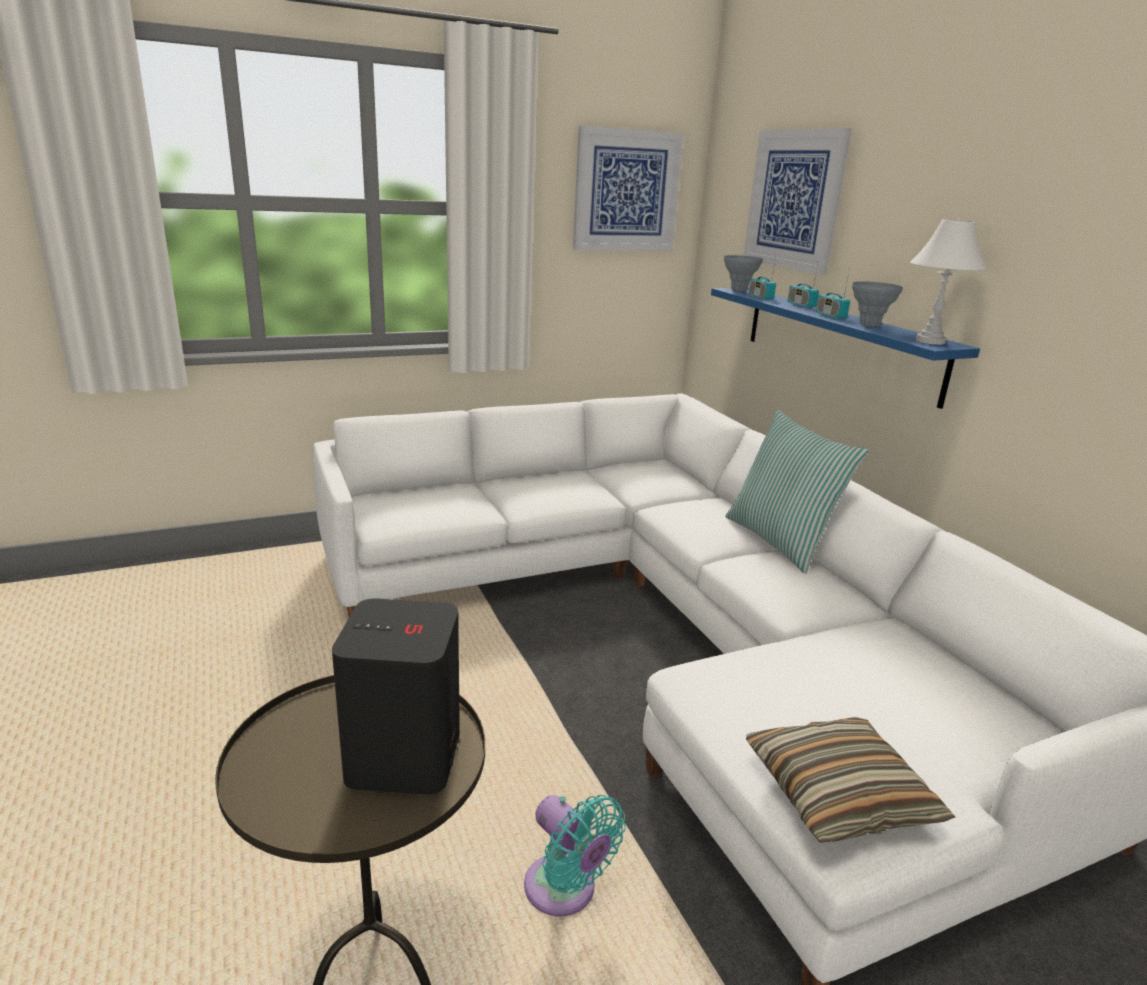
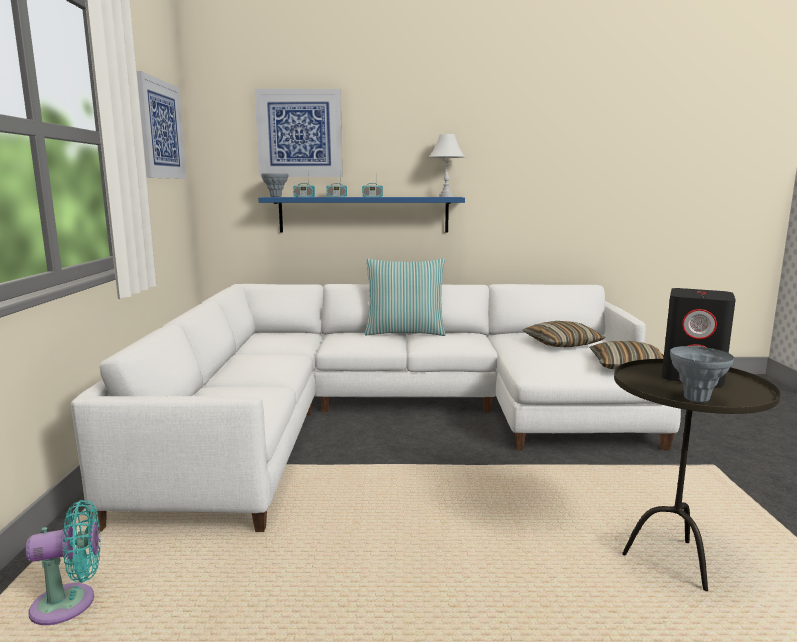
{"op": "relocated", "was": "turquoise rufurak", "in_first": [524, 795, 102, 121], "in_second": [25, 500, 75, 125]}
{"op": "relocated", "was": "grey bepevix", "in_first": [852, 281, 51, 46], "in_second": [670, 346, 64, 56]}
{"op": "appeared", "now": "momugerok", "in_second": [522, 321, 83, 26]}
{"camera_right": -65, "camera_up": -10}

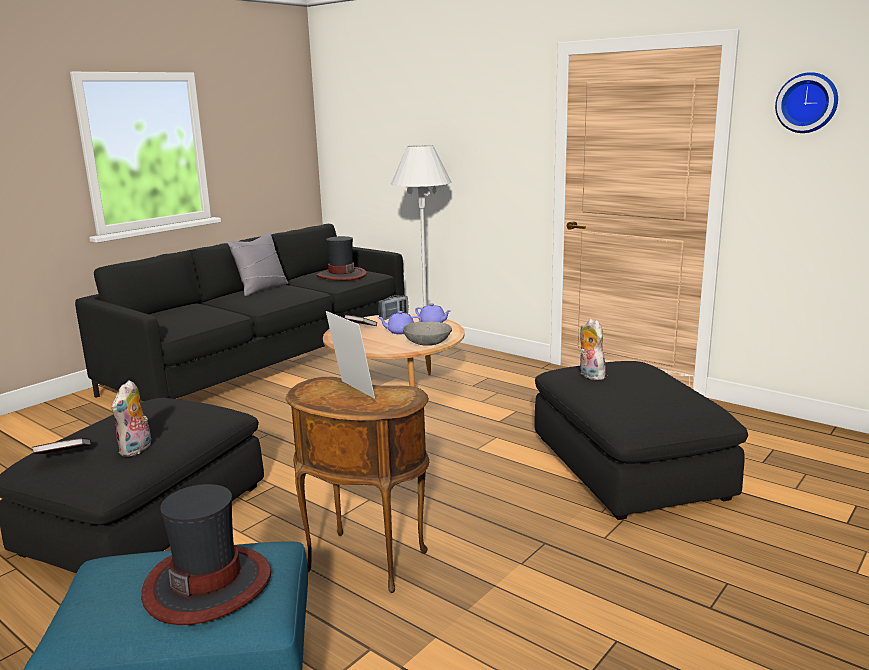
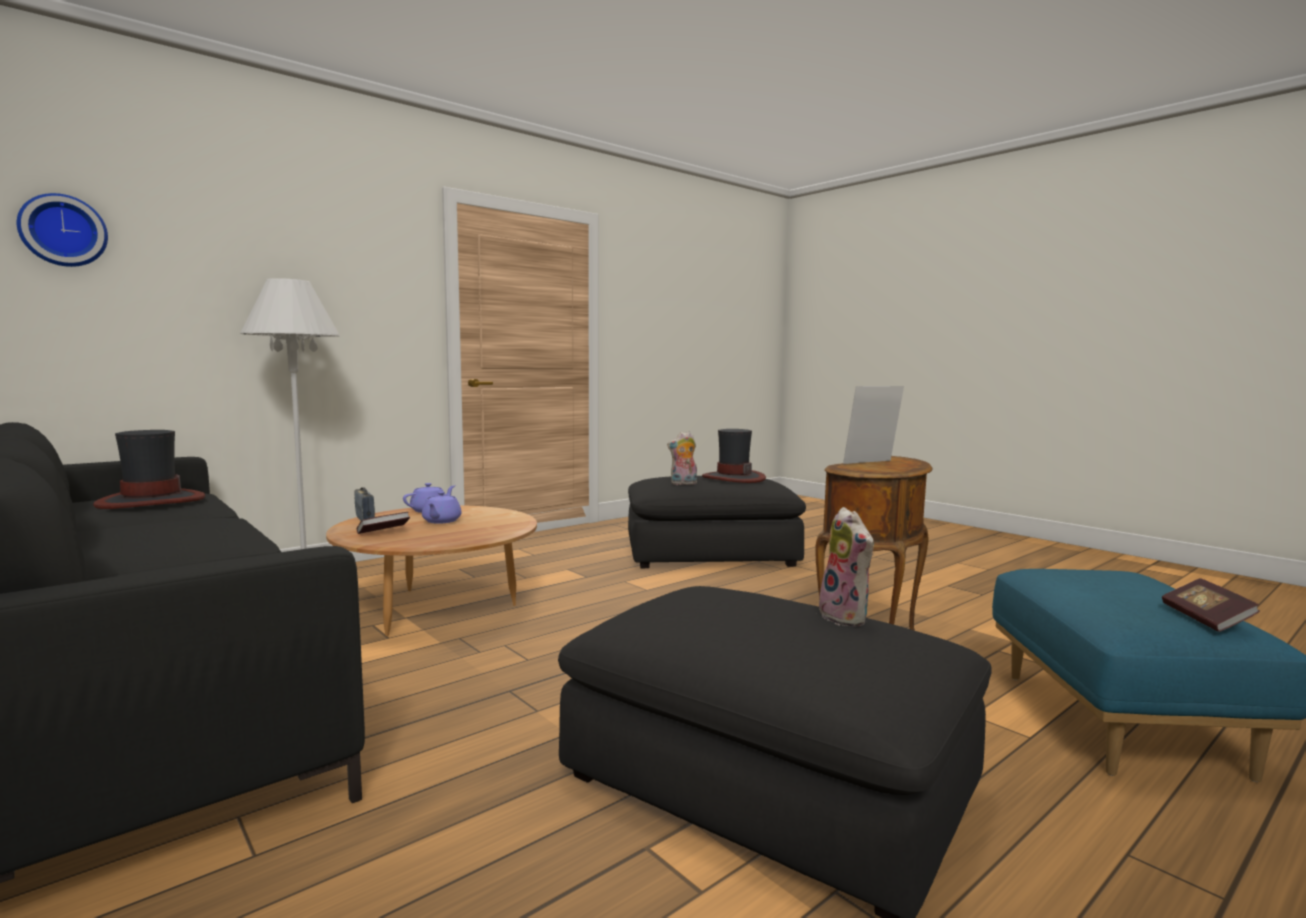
{"op": "relocated", "was": "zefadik", "in_first": [32, 438, 60, 16], "in_second": [1162, 578, 98, 54]}
{"op": "spun", "was": "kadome", "in_first": [111, 380, 40, 77], "in_second": [819, 507, 55, 120], "clockwise": 45}
{"op": "relocated", "was": "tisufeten", "in_first": [141, 484, 130, 141], "in_second": [702, 429, 64, 54]}
{"op": "missing", "was": "grey momugerok", "in_first": [227, 232, 61, 64]}
{"op": "missing", "was": "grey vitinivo", "in_first": [403, 321, 49, 25]}
{"op": "relocated", "was": "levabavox", "in_first": [775, 72, 63, 61], "in_second": [17, 193, 91, 74]}
{"camera_right": -80, "camera_up": -10}

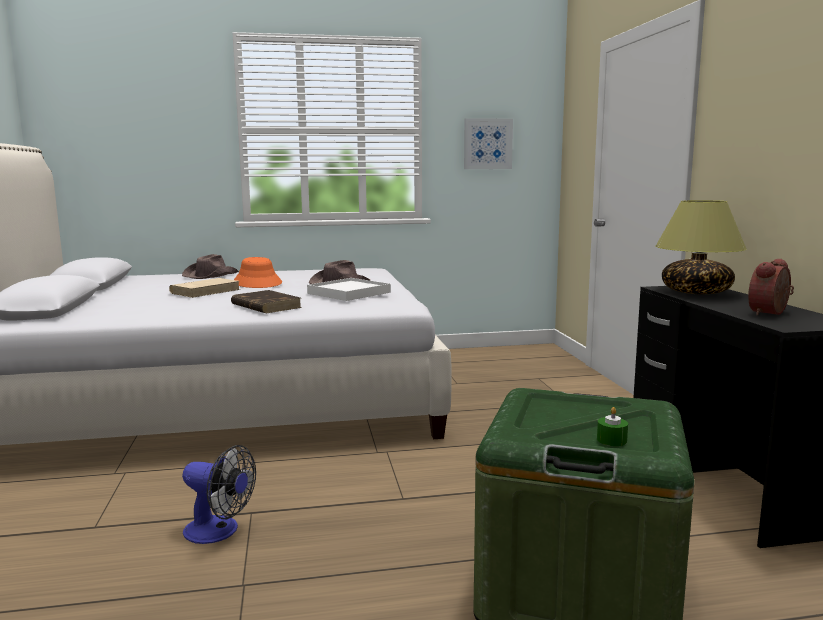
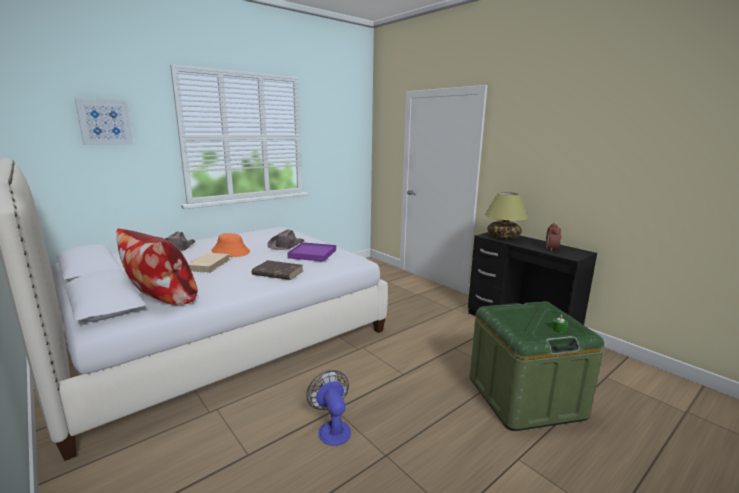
{"op": "spun", "was": "rufurak", "in_first": [182, 445, 74, 99], "in_second": [306, 370, 45, 76], "clockwise": -105}
{"op": "colour", "was": "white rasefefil", "now": "purple rasefefil", "in_first": [307, 278, 84, 23], "in_second": [287, 242, 49, 20]}
{"op": "relocated", "was": "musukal", "in_first": [464, 118, 49, 51], "in_second": [75, 98, 59, 47]}
{"op": "appeared", "now": "momugerok", "in_second": [116, 229, 82, 77]}
{"camera_right": -30, "camera_up": 5}

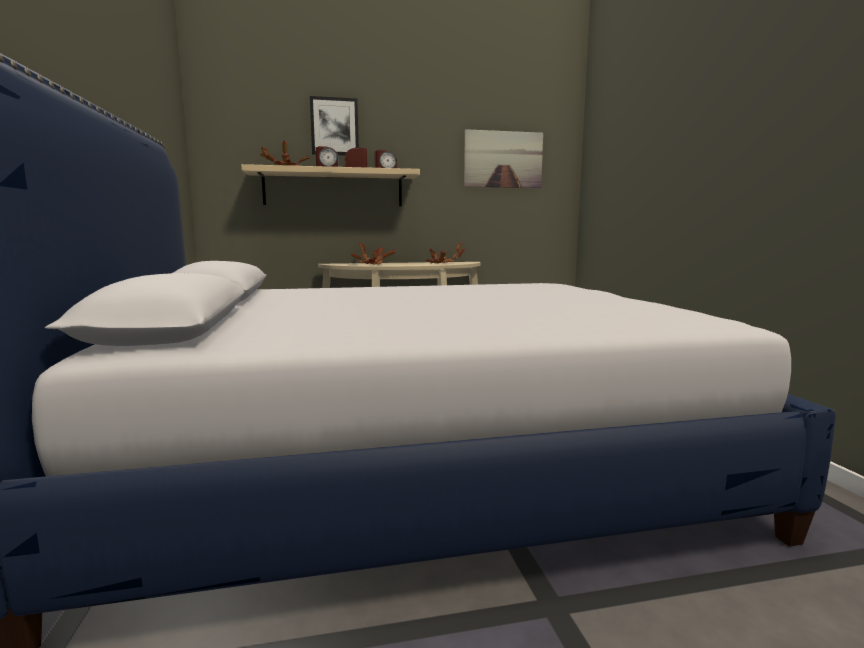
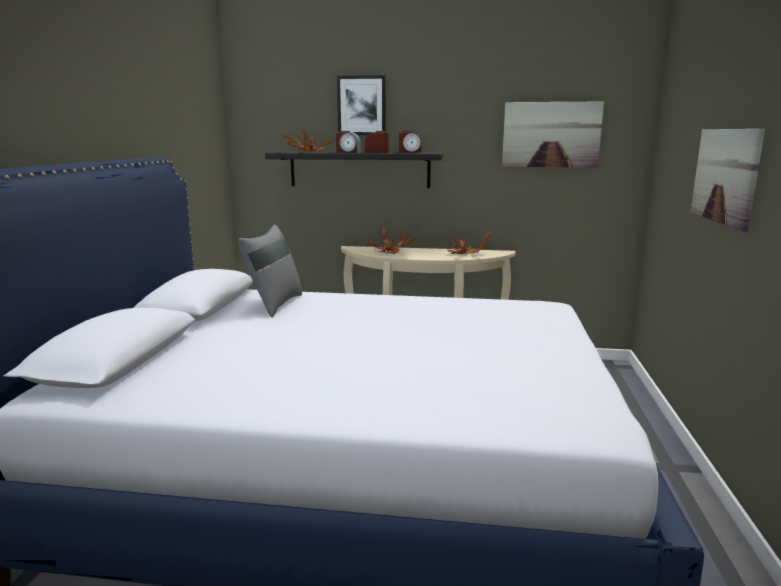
{"op": "colour", "was": "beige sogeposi", "now": "black sogeposi", "in_first": [241, 164, 179, 42], "in_second": [265, 151, 179, 37]}
{"op": "appeared", "now": "grey momugerok", "in_second": [238, 225, 64, 92]}
{"op": "appeared", "now": "musukal", "in_second": [691, 129, 74, 103]}
{"camera_right": 20, "camera_up": 5}

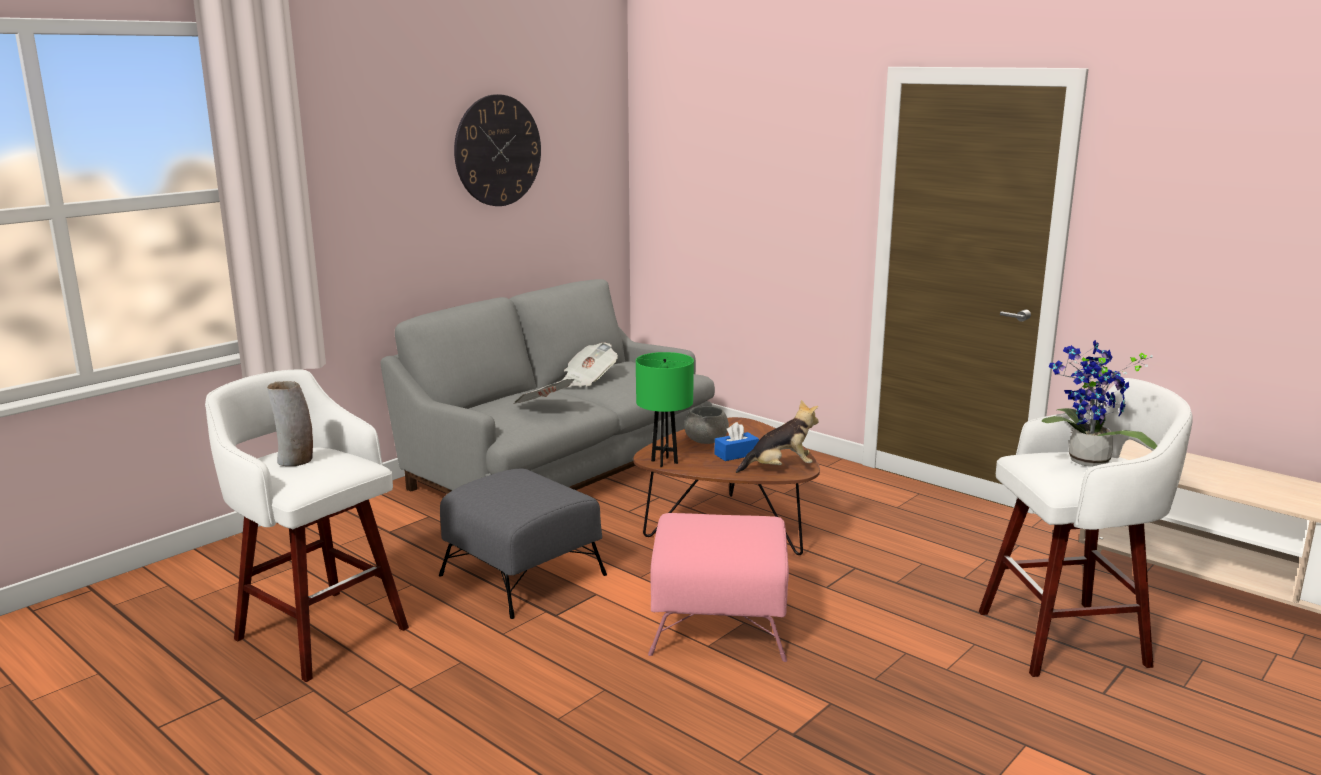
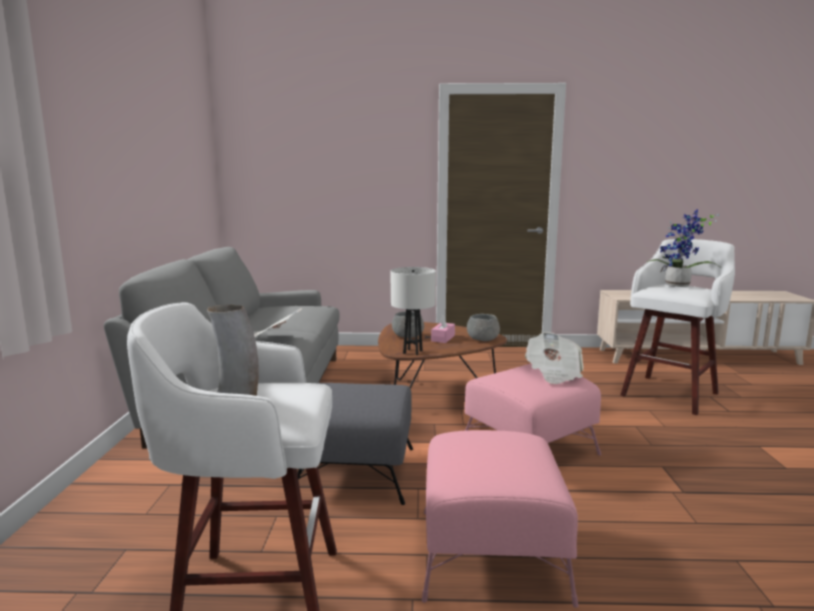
{"op": "missing", "was": "levabavox", "in_first": [454, 94, 87, 112]}
{"op": "relocated", "was": "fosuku", "in_first": [561, 343, 57, 44], "in_second": [525, 332, 58, 52]}
{"op": "colour", "was": "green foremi", "now": "white foremi", "in_first": [636, 352, 58, 115], "in_second": [390, 267, 46, 88]}
{"op": "colour", "was": "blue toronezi", "now": "pink toronezi", "in_first": [714, 422, 45, 39], "in_second": [431, 314, 24, 29]}
{"op": "exchanged", "was": "kadome", "now": "grey vitinivo", "in_first": [736, 400, 83, 73], "in_second": [467, 314, 33, 27]}
{"op": "appeared", "now": "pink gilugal", "in_second": [422, 430, 156, 178]}
{"camera_right": -40, "camera_up": -5}

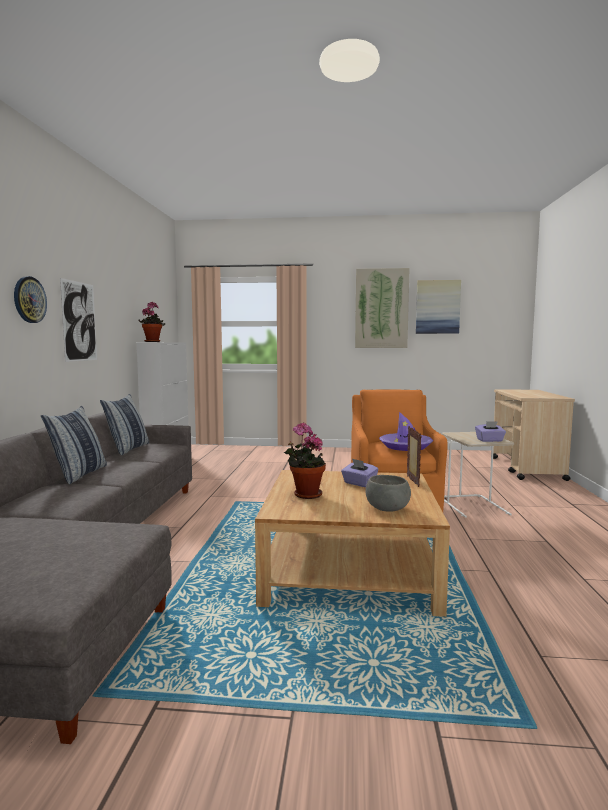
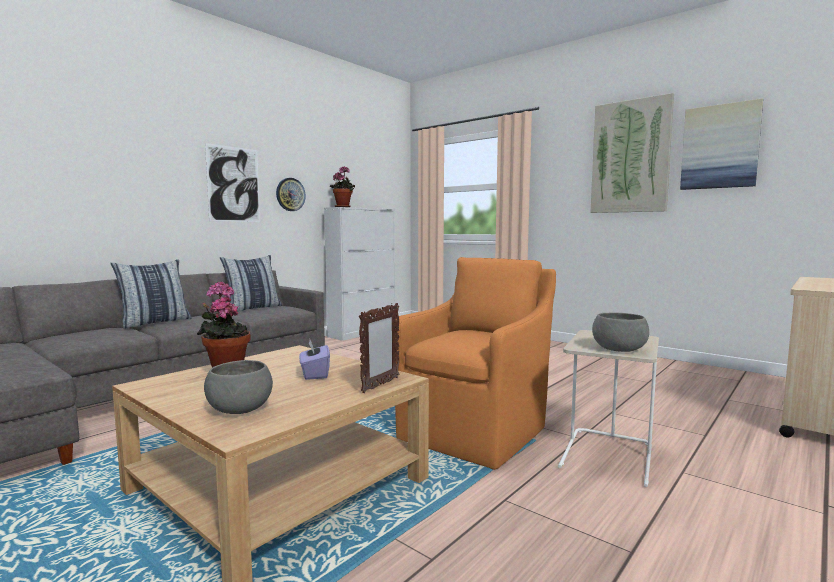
{"op": "relocated", "was": "levabavox", "in_first": [14, 276, 33, 47], "in_second": [276, 178, 30, 33]}
{"op": "missing", "was": "purple tisufeten", "in_first": [379, 412, 54, 39]}
{"op": "exchanged", "was": "purple toronezi", "now": "grey vitinivo", "in_first": [475, 421, 31, 21], "in_second": [592, 312, 57, 40]}
{"camera_right": 35, "camera_up": 0}

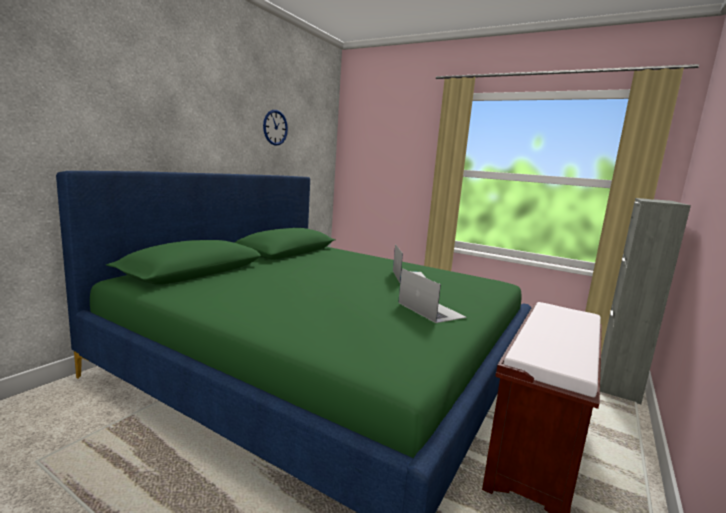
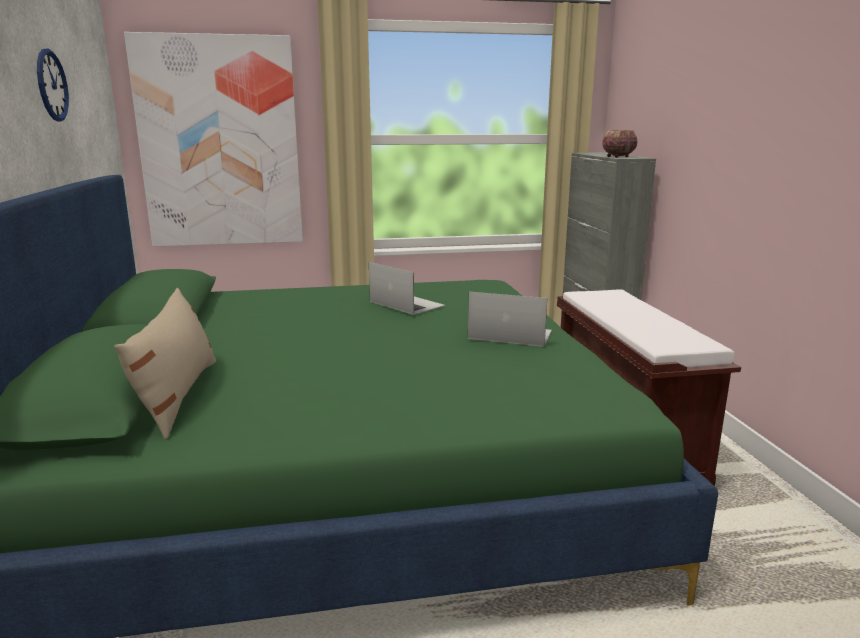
{"op": "appeared", "now": "beige momugerok", "in_second": [115, 288, 101, 151]}
{"op": "appeared", "now": "musukal", "in_second": [124, 32, 179, 215]}
{"op": "appeared", "now": "vitinivo", "in_second": [602, 130, 35, 28]}
{"camera_right": -40, "camera_up": 5}

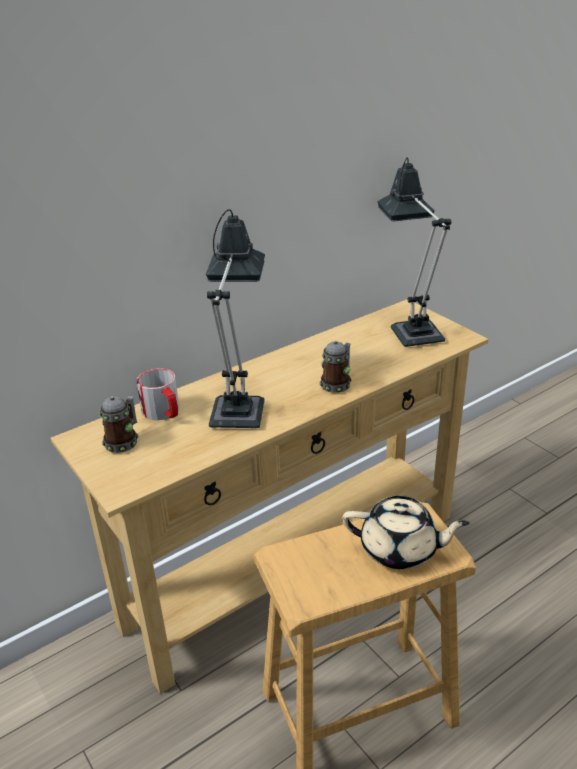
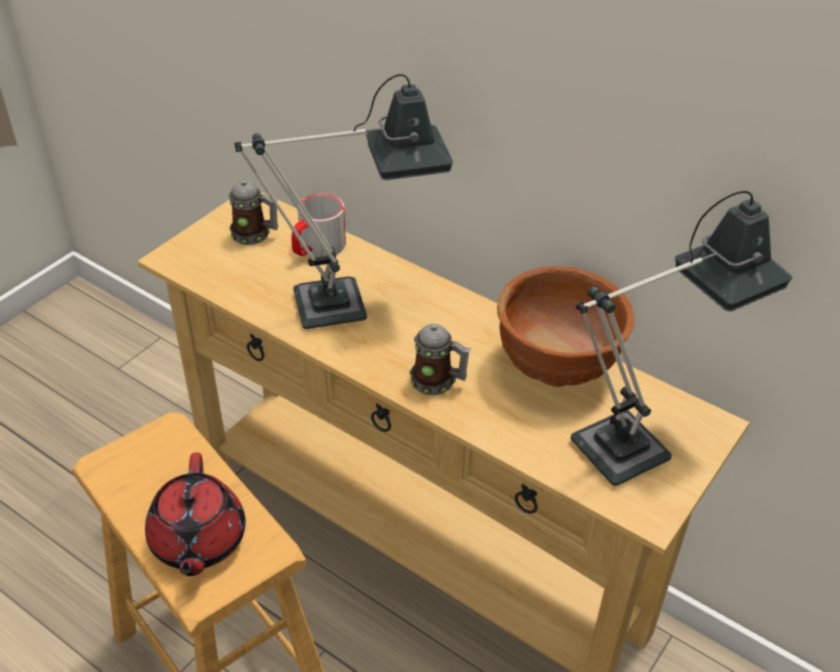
{"op": "colour", "was": "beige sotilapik", "now": "red sotilapik", "in_first": [343, 496, 127, 73], "in_second": [145, 452, 100, 124]}
{"op": "appeared", "now": "brown vitinivo", "in_second": [497, 266, 137, 121]}
{"camera_right": 70, "camera_up": 10}

